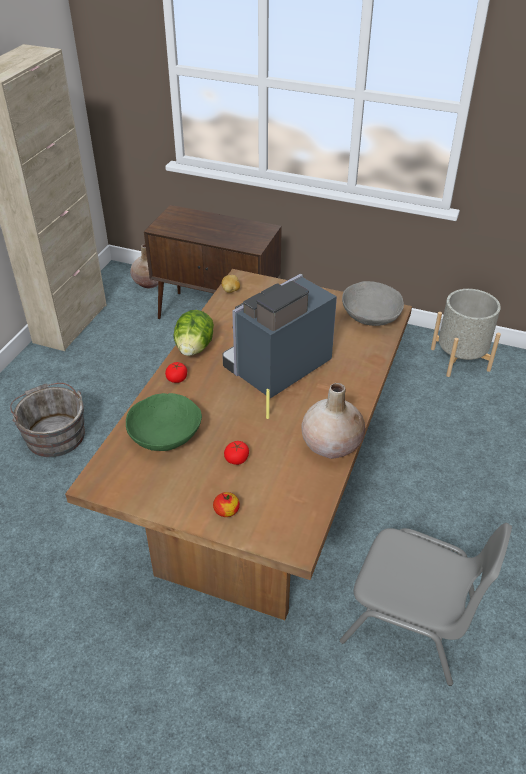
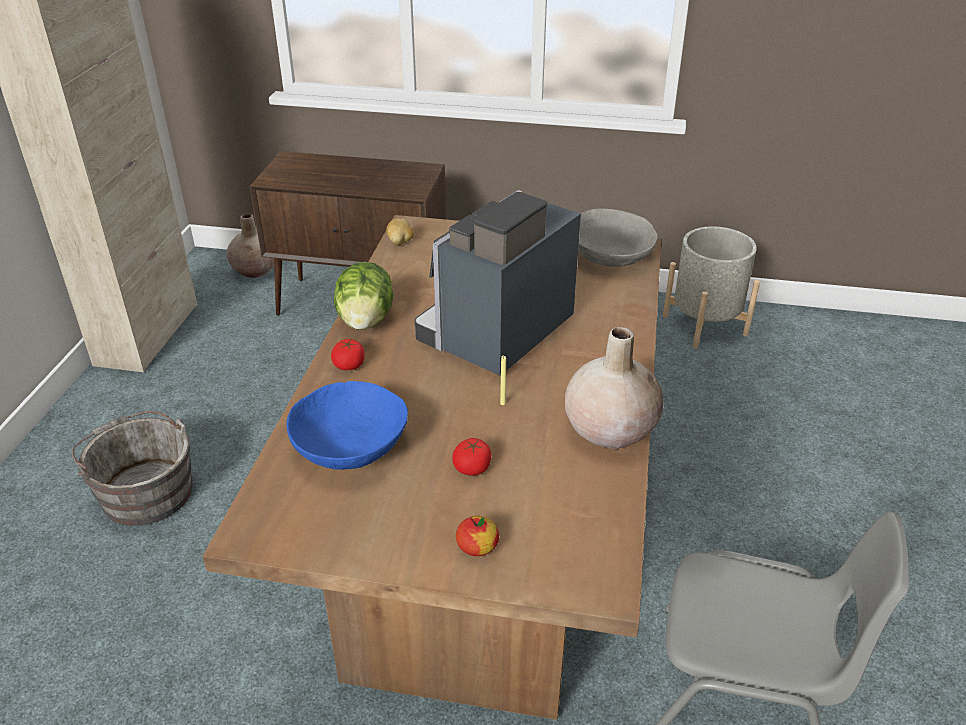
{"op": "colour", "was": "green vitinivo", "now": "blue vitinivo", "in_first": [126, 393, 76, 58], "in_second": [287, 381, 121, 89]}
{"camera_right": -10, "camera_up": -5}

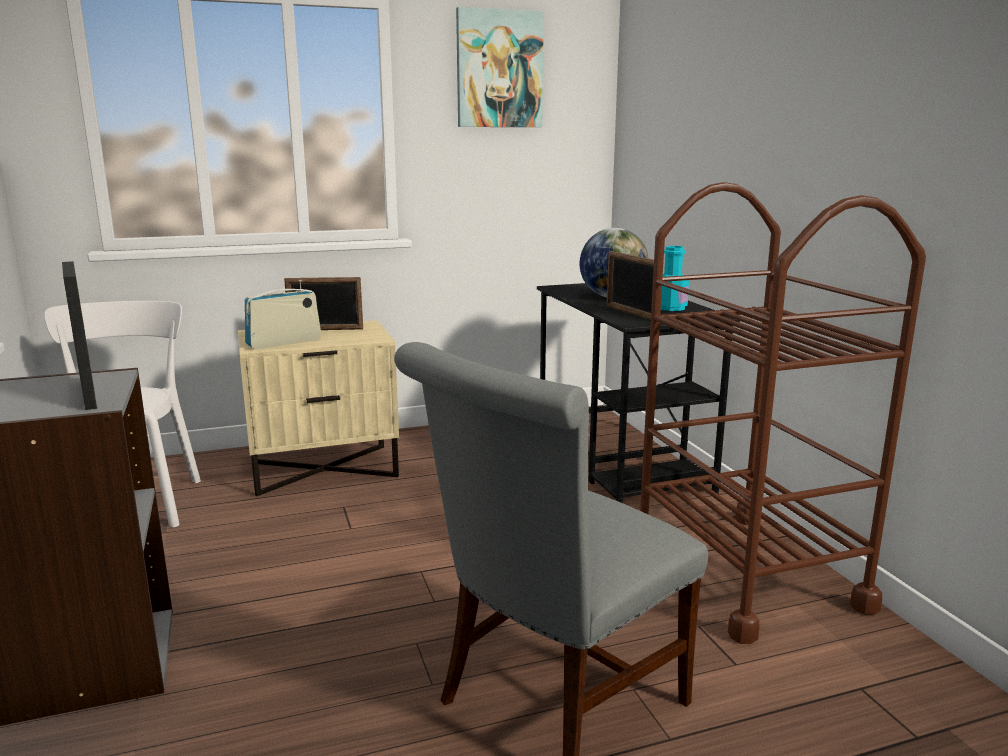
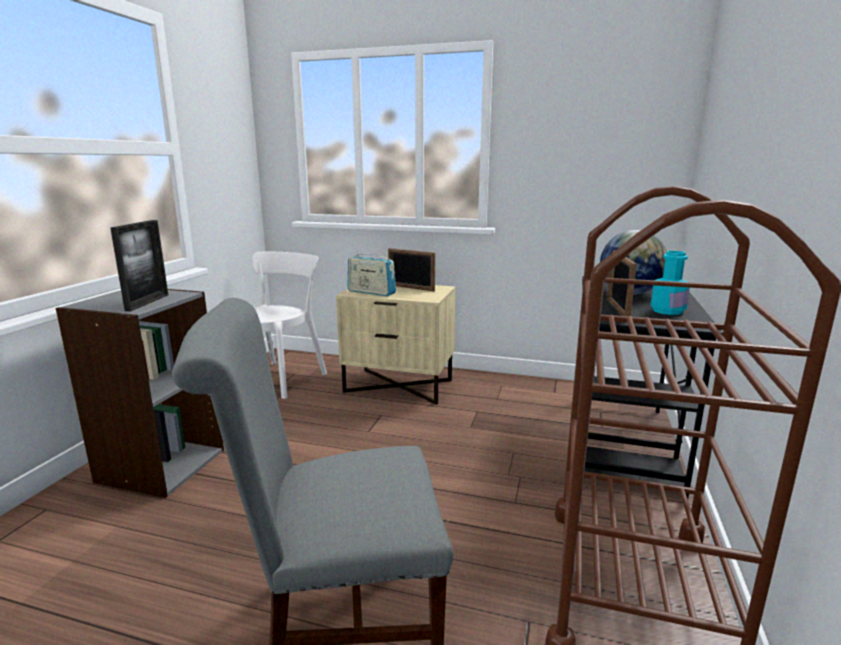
{"op": "spun", "was": "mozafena", "in_first": [245, 280, 76, 69], "in_second": [347, 249, 49, 47], "clockwise": -150}
{"op": "missing", "was": "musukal", "in_first": [456, 7, 88, 120]}
{"camera_right": 35, "camera_up": 0}

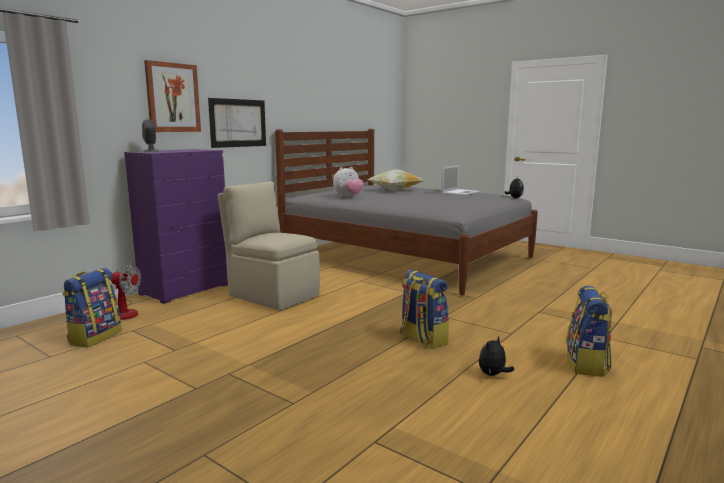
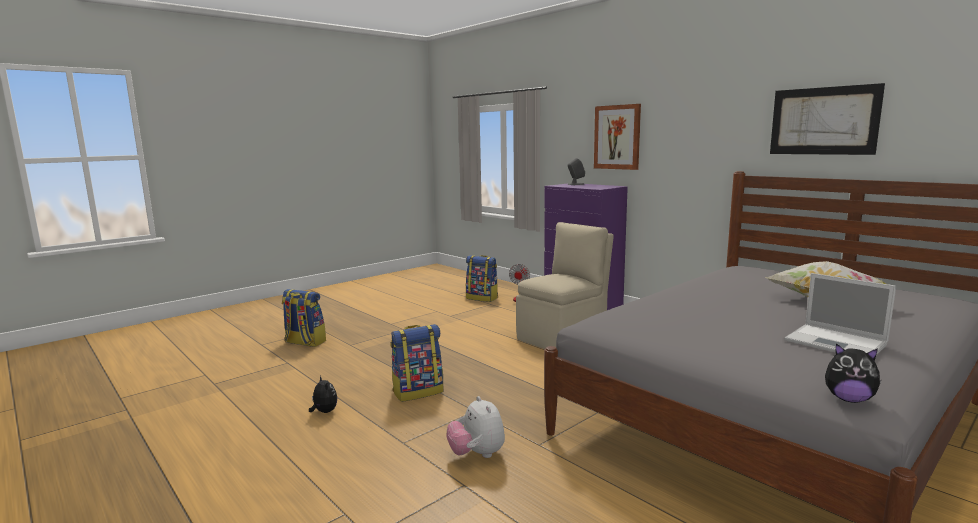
{"op": "relocated", "was": "musukal", "in_first": [208, 98, 58, 50], "in_second": [770, 83, 115, 72]}
{"op": "relocated", "was": "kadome", "in_first": [333, 167, 31, 30], "in_second": [447, 396, 58, 62]}
{"op": "relocated", "was": "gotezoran", "in_first": [566, 286, 46, 91], "in_second": [282, 289, 44, 58]}
{"camera_right": 100, "camera_up": 0}

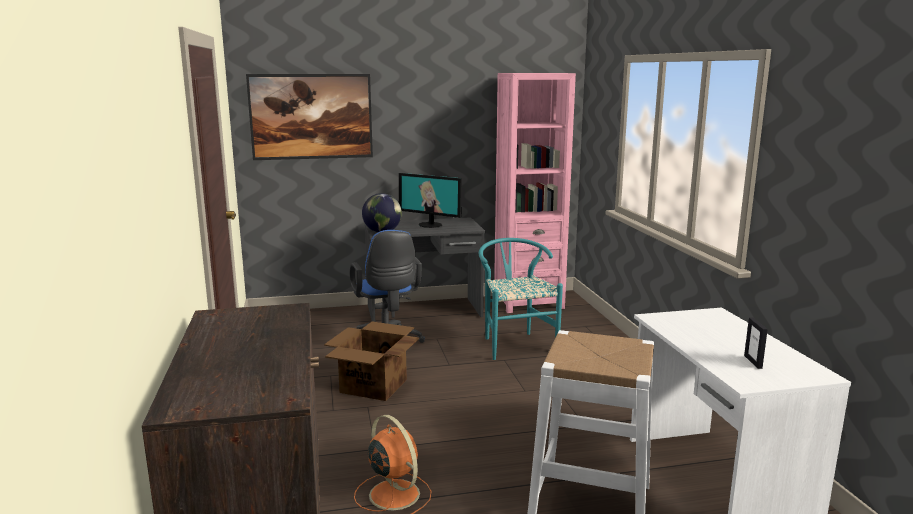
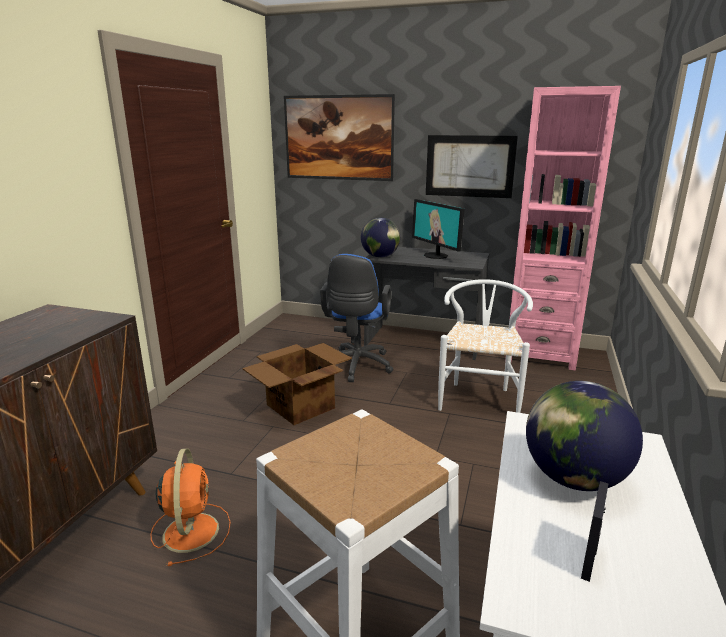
{"op": "colour", "was": "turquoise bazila", "now": "white bazila", "in_first": [479, 238, 84, 122], "in_second": [438, 279, 95, 134]}
{"op": "appeared", "now": "musukal", "in_second": [426, 135, 92, 63]}
{"op": "appeared", "now": "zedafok", "in_second": [526, 381, 117, 110]}
{"camera_right": 30, "camera_up": 5}

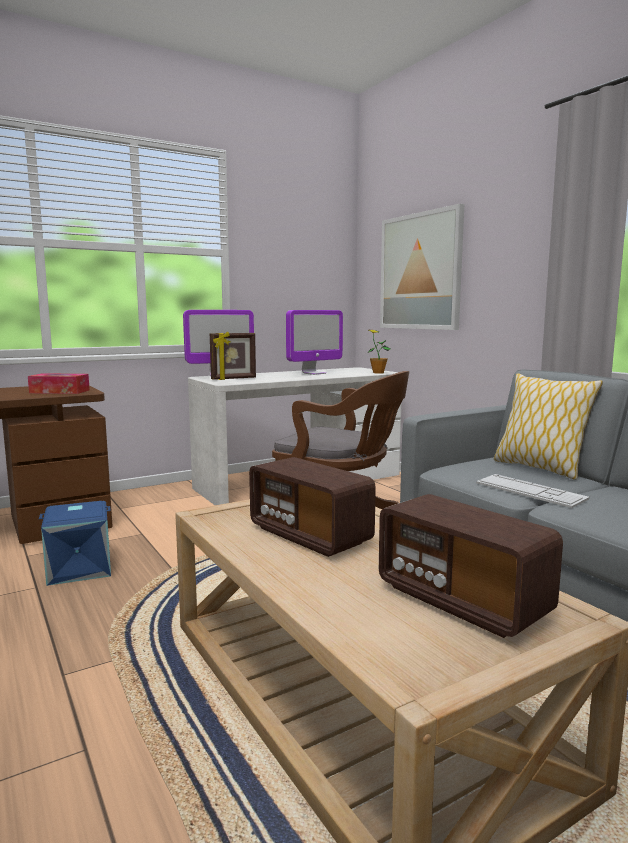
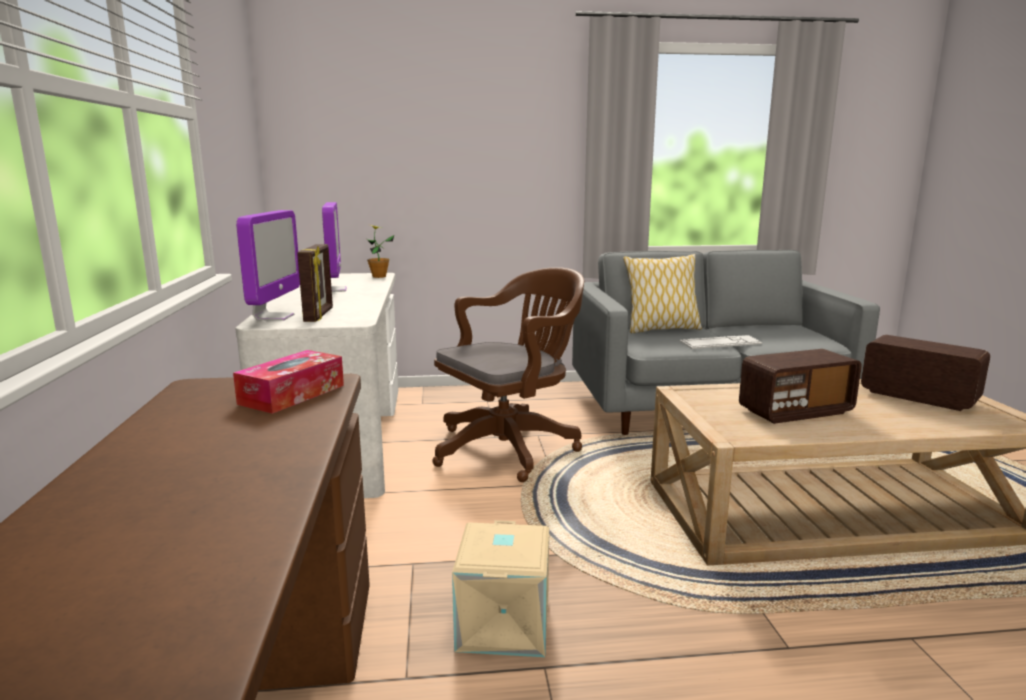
{"op": "colour", "was": "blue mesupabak", "now": "beige mesupabak", "in_first": [39, 501, 72, 85], "in_second": [452, 520, 97, 137]}
{"op": "spun", "was": "mozafena", "in_first": [379, 494, 184, 144], "in_second": [861, 335, 129, 76], "clockwise": -120}
{"op": "missing", "was": "musukal", "in_first": [380, 204, 84, 126]}
{"camera_right": -65, "camera_up": 5}

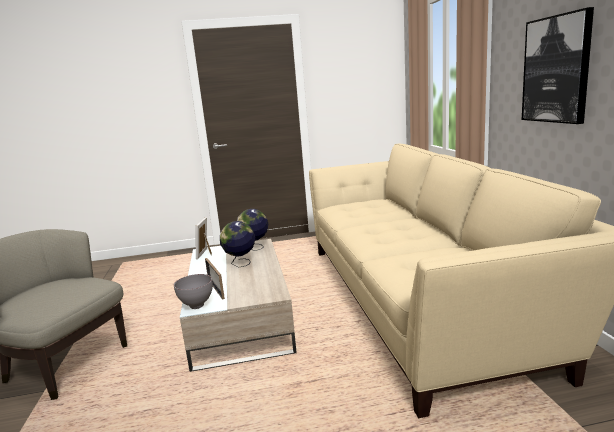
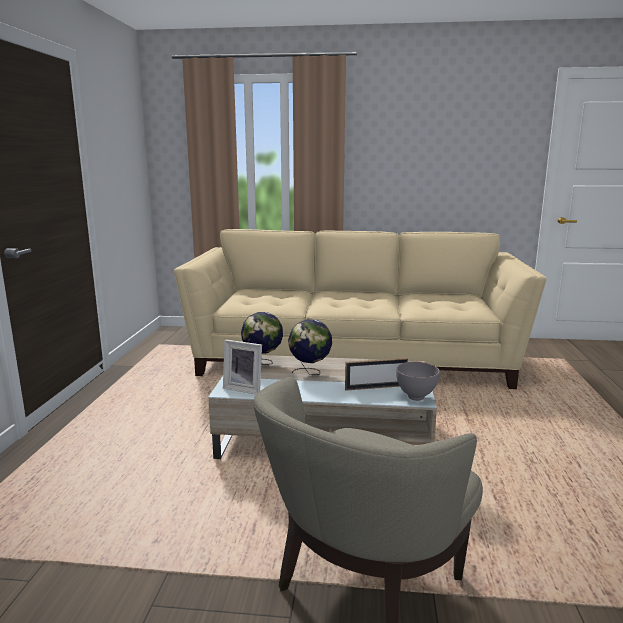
{"op": "missing", "was": "musukal", "in_first": [522, 7, 72, 117]}
{"camera_right": -75, "camera_up": 0}

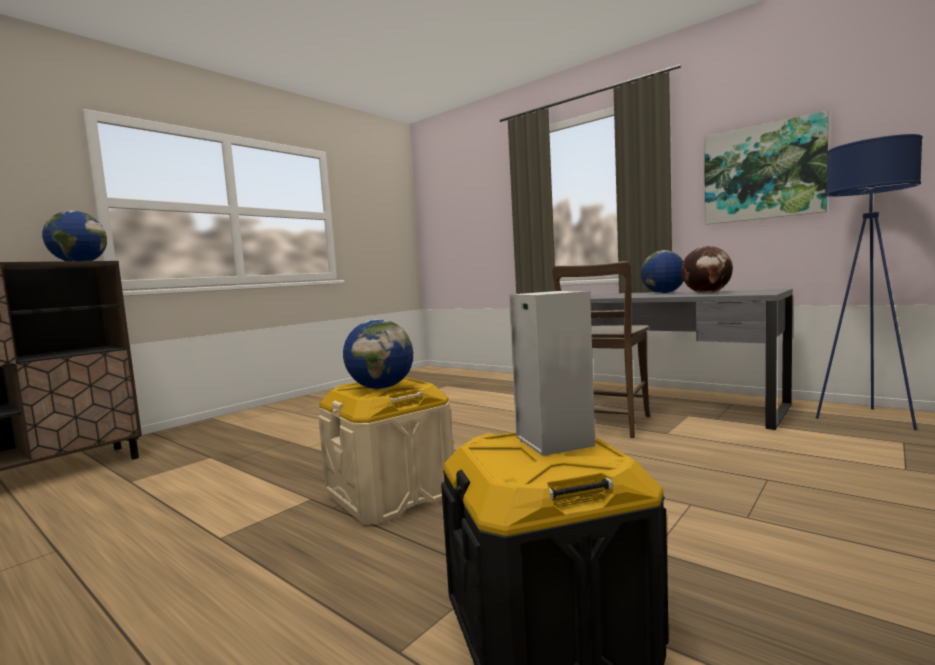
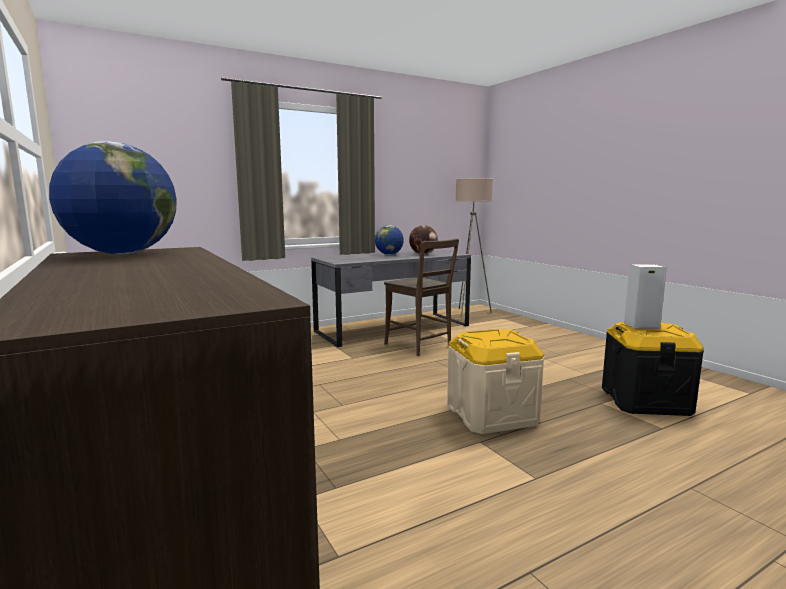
{"op": "missing", "was": "zedafok", "in_first": [343, 319, 70, 70]}
{"op": "missing", "was": "musukal", "in_first": [704, 111, 125, 114]}
{"op": "colour", "was": "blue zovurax", "now": "beige zovurax", "in_first": [816, 134, 107, 296], "in_second": [455, 178, 38, 139]}
{"camera_right": -70, "camera_up": 5}

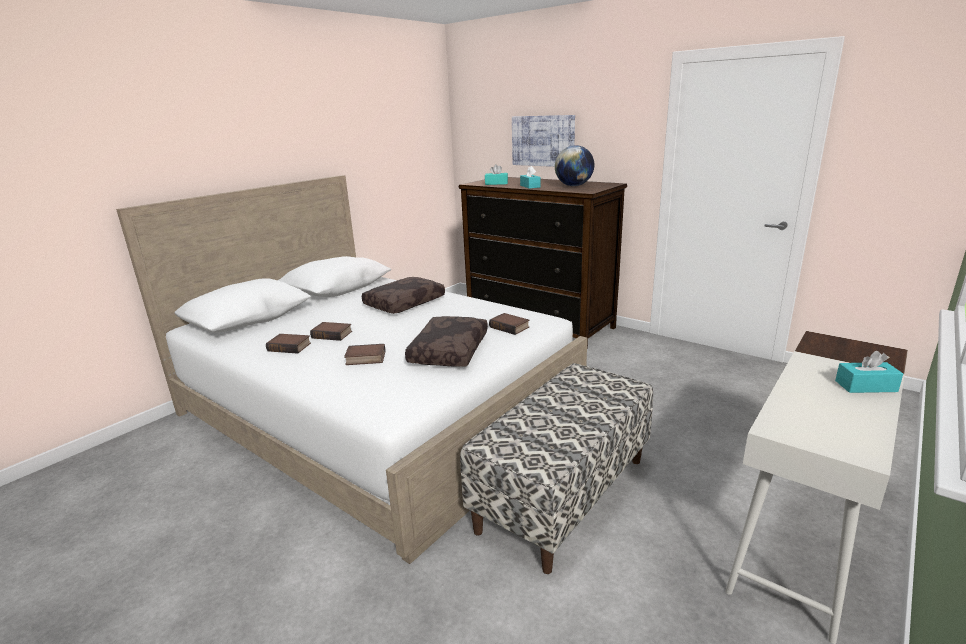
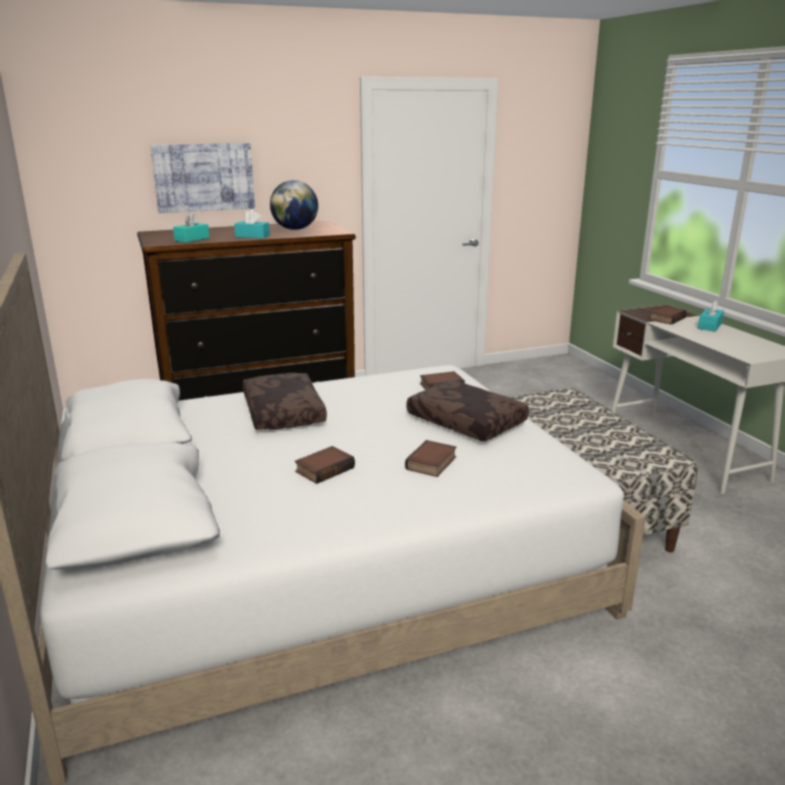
{"op": "relocated", "was": "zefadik", "in_first": [266, 334, 45, 20], "in_second": [650, 306, 37, 19]}
{"camera_right": -60, "camera_up": 0}

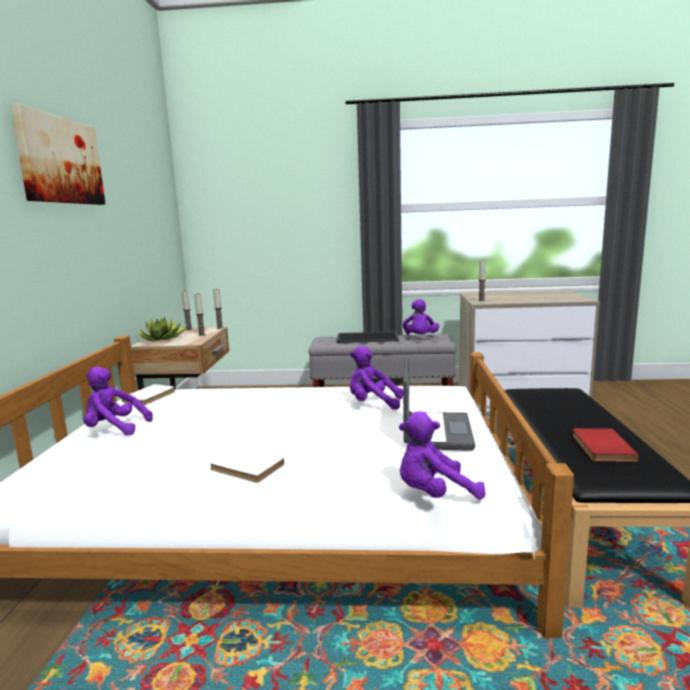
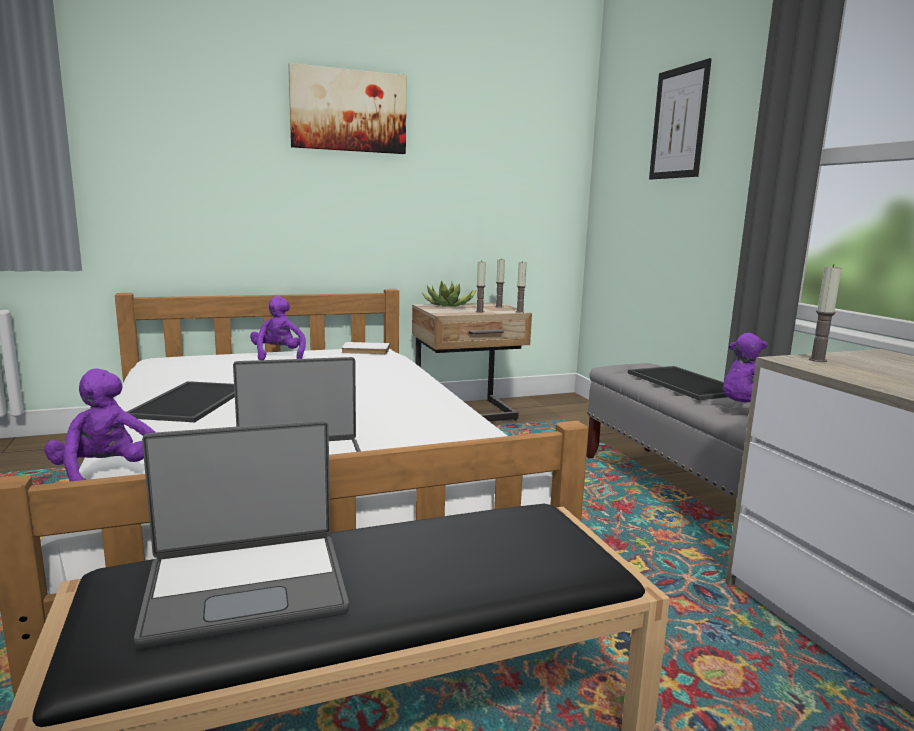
{"op": "exchanged", "was": "white zefadik", "now": "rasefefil", "in_first": [209, 447, 75, 36], "in_second": [127, 381, 108, 41]}
{"op": "missing", "was": "purple kadome", "in_first": [350, 346, 53, 64]}
{"op": "exchanged", "was": "red zefadik", "now": "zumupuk", "in_first": [572, 428, 67, 34], "in_second": [134, 420, 215, 229]}
{"op": "appeared", "now": "musukal", "in_second": [649, 58, 63, 122]}
{"camera_right": 65, "camera_up": 0}

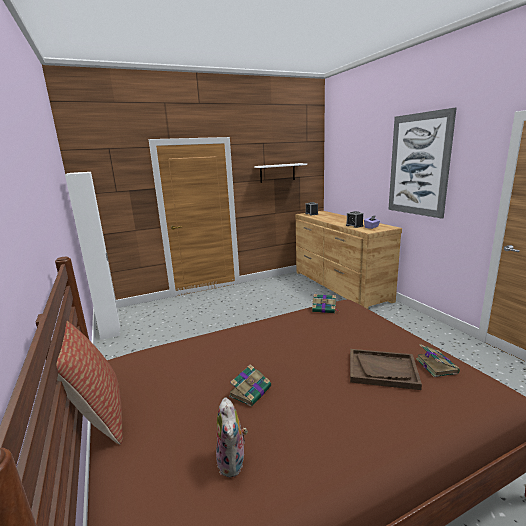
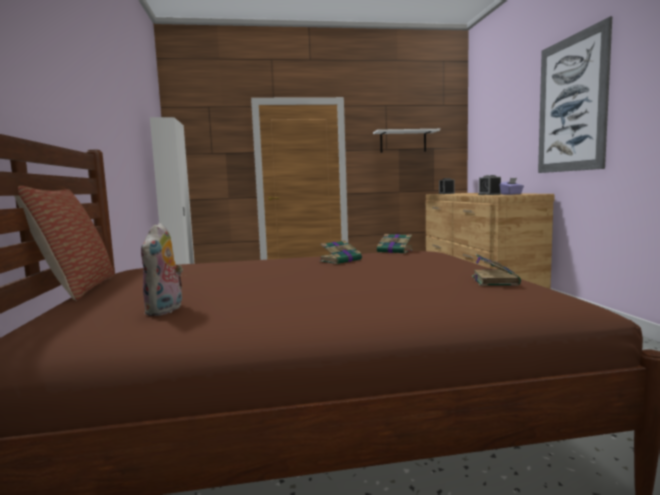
{"op": "relocated", "was": "zefadik", "in_first": [229, 364, 42, 42], "in_second": [319, 240, 43, 24]}
{"op": "missing", "was": "brown rasefefil", "in_first": [350, 349, 72, 41]}
{"camera_right": 15, "camera_up": -10}

